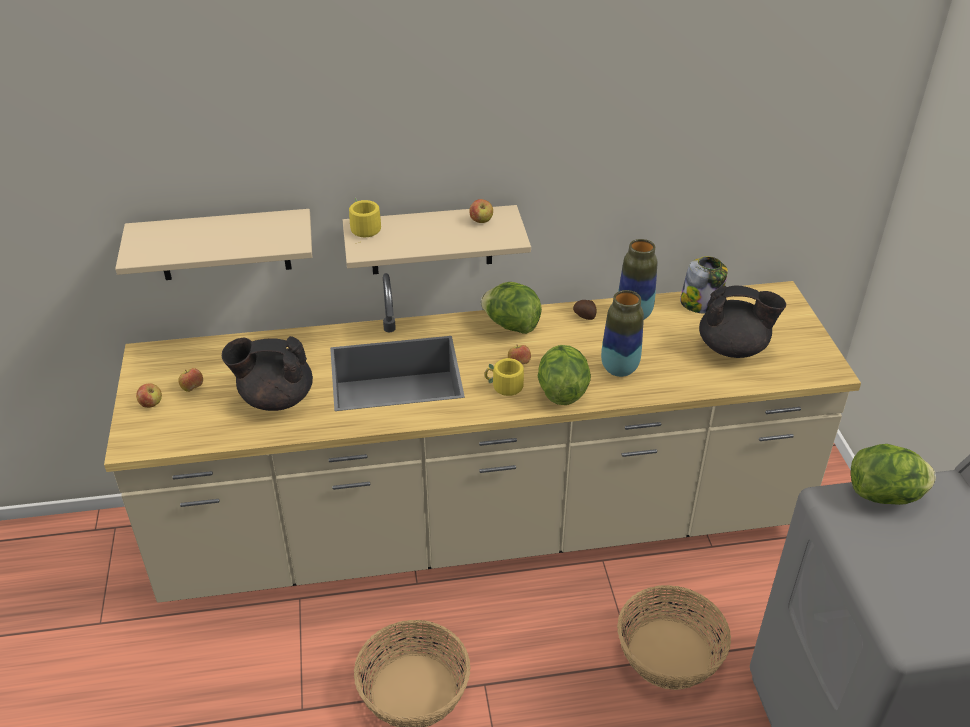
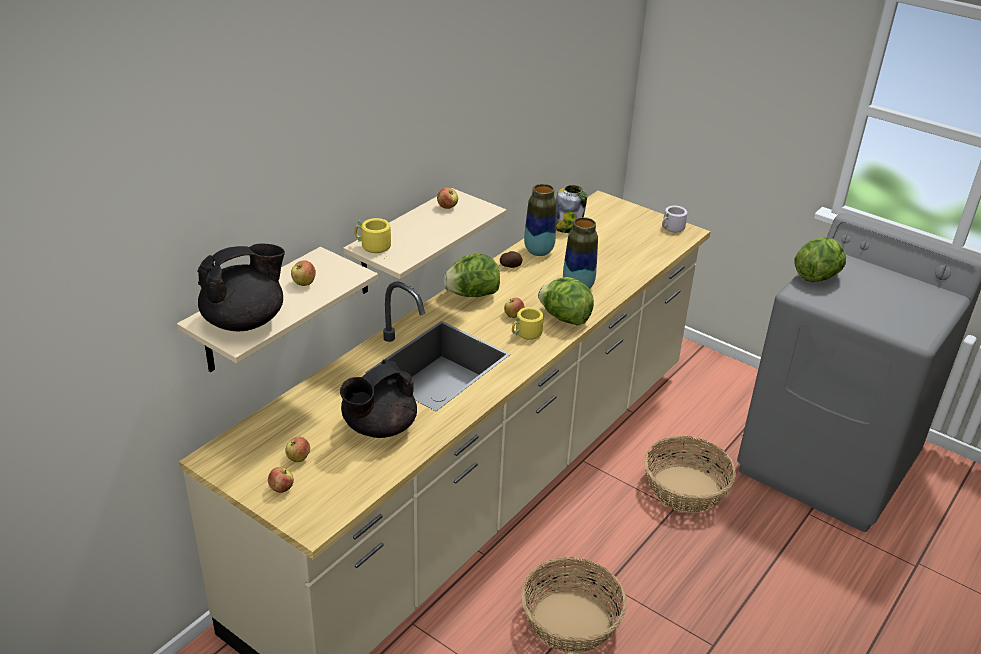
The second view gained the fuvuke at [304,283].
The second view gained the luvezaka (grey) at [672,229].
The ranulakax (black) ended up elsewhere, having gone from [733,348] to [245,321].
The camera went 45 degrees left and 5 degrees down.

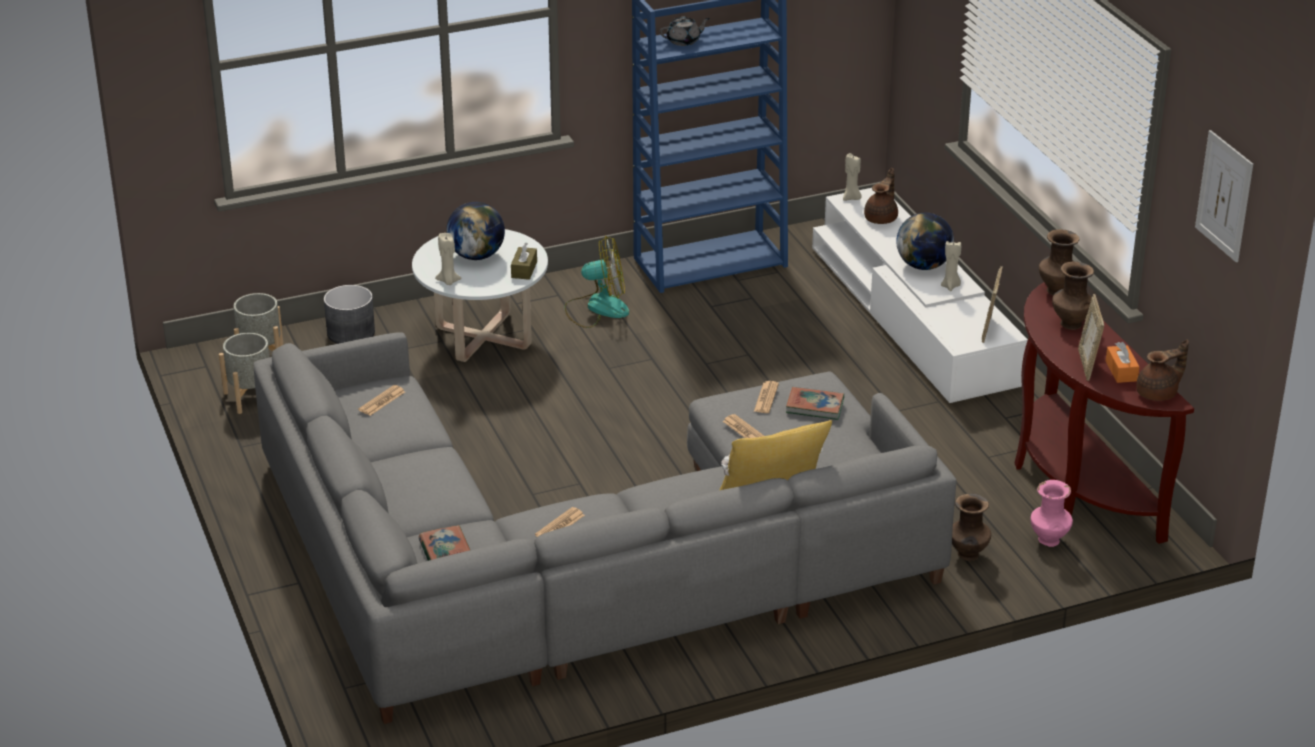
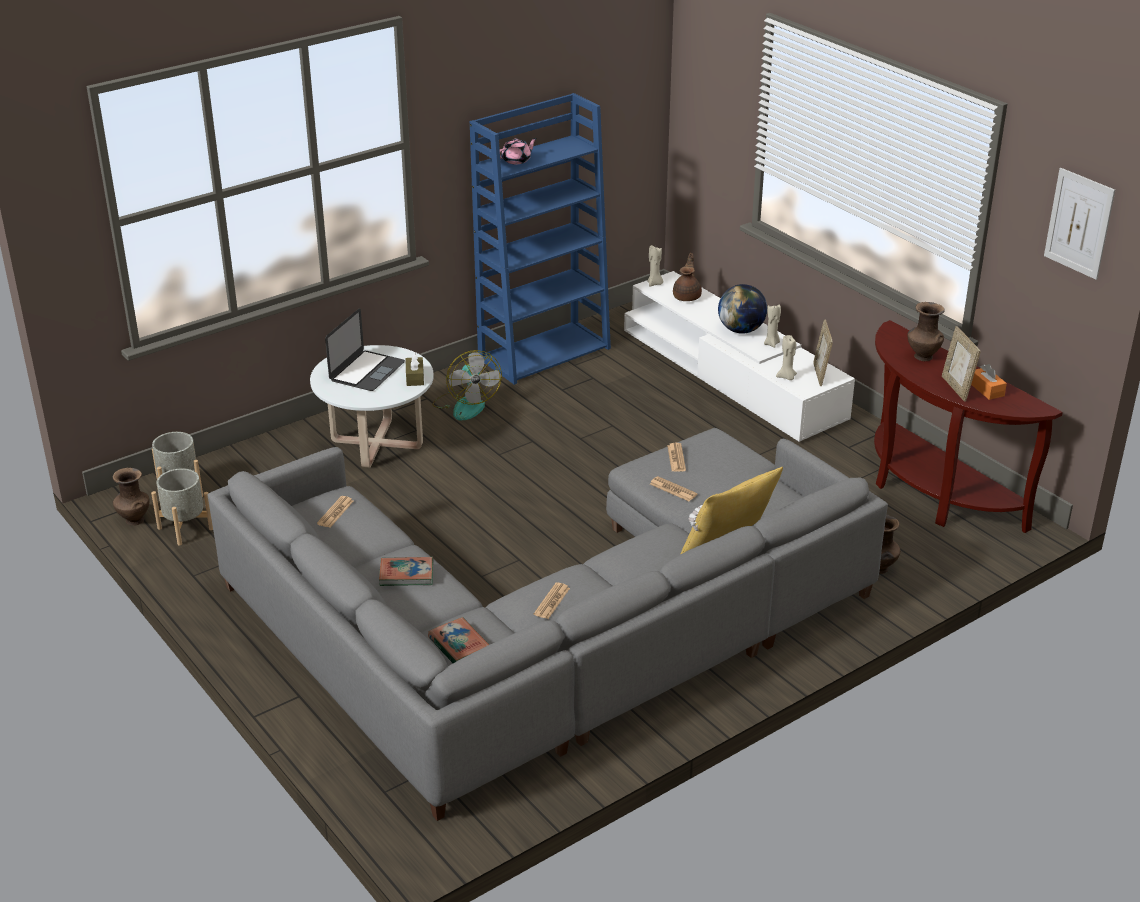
The second view lost the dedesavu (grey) at [351,332].
The second view lost the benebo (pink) at [1049,541].
The second view lost the ranulakax (brown) at [1158,393].
The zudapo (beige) ended up elsewhere, having gone from [448,281] to [786,377].
The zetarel ended up elsewhere, having gone from [814,407] to [406,574].
The benebo (brown) ended up elsewhere, having gone from [1056,290] to [134,520].
Where the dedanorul stood at [476,256], the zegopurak came to stand at [367,371].
What was the ranulakax (grey) at [684,41] turned into the ranulakax (pink) at [517,160].
The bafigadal at [597,308] ended up facing another way, 90 degrees clockwise from before.
The camera went 15 degrees left and 0 degrees up.

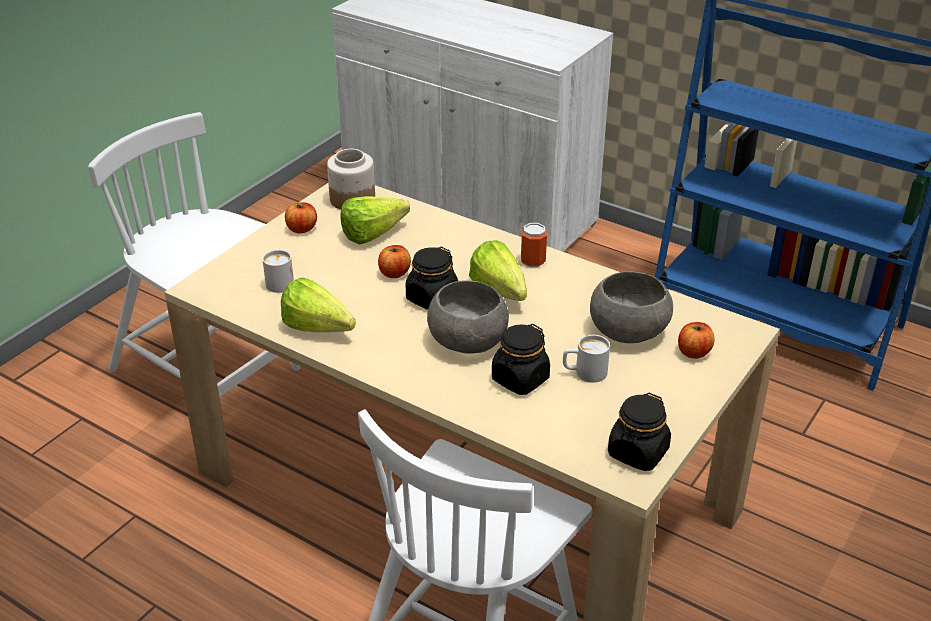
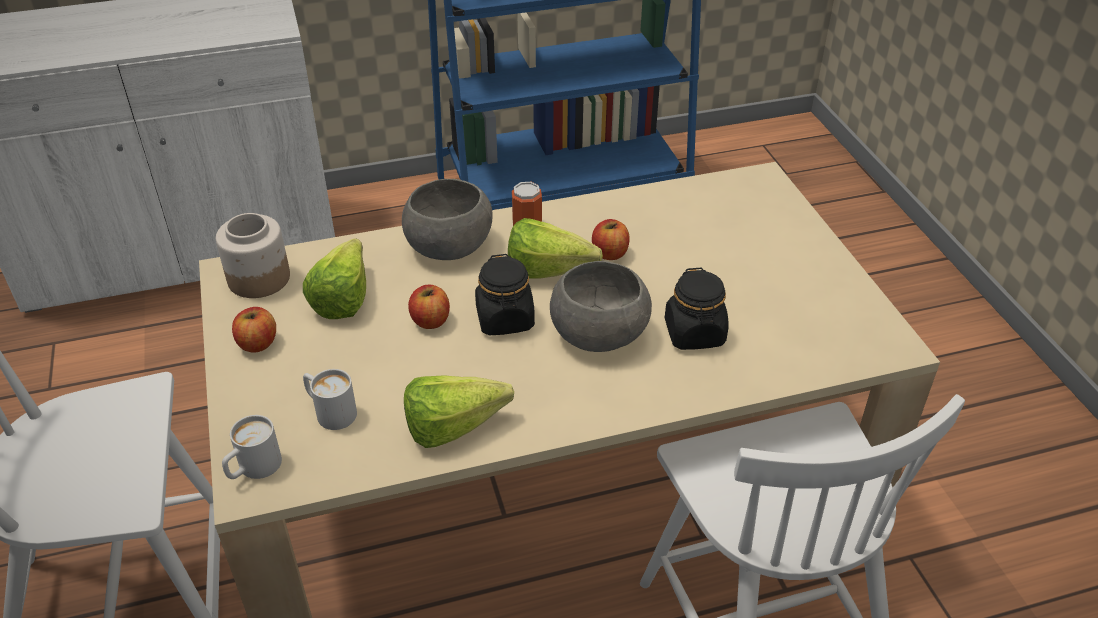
The second view lost the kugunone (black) at [638,453].
The luvezaka (white) ended up elsewhere, having gone from [584,373] to [253,469].
The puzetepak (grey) ended up elsewhere, having gone from [629,330] to [449,244].
The fuvuke ended up elsewhere, having gone from [693,352] to [609,253].
The camera went 50 degrees left and 5 degrees up.

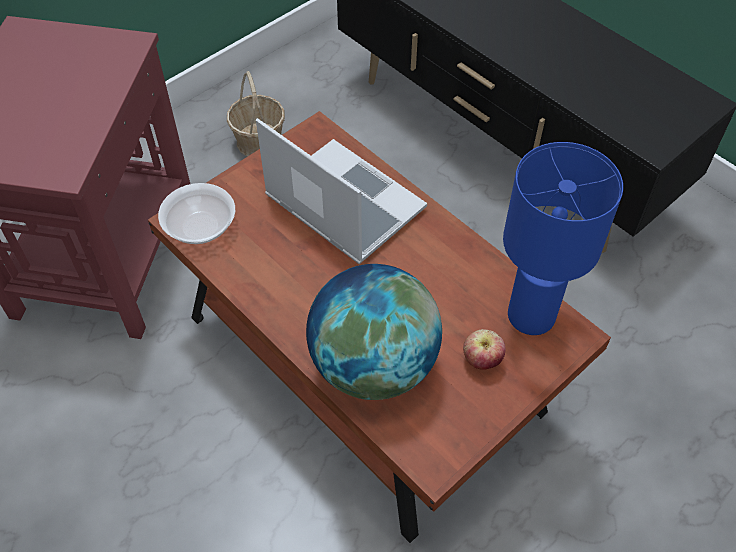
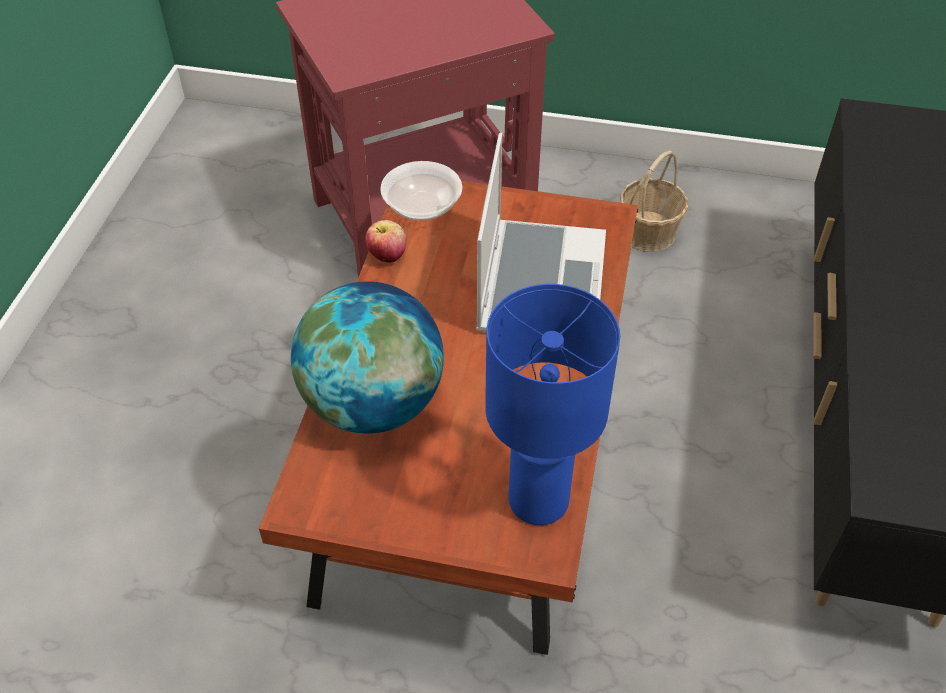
The fuvuke ended up elsewhere, having gone from [481,360] to [387,256].
The camera went 55 degrees right and 5 degrees down.

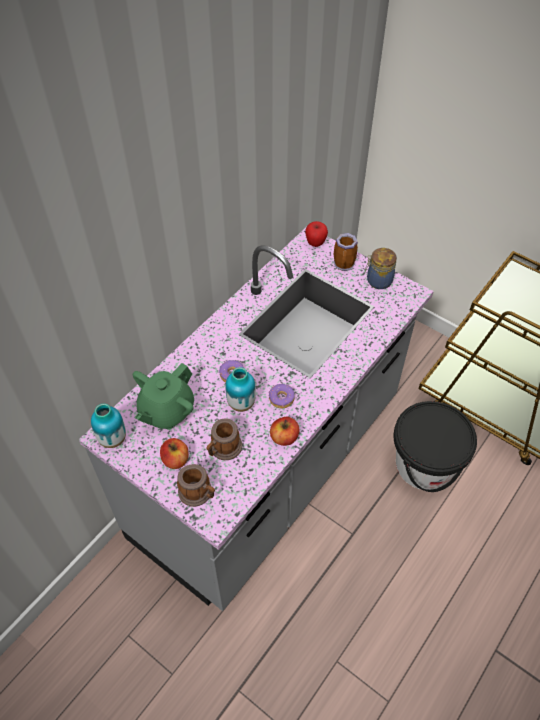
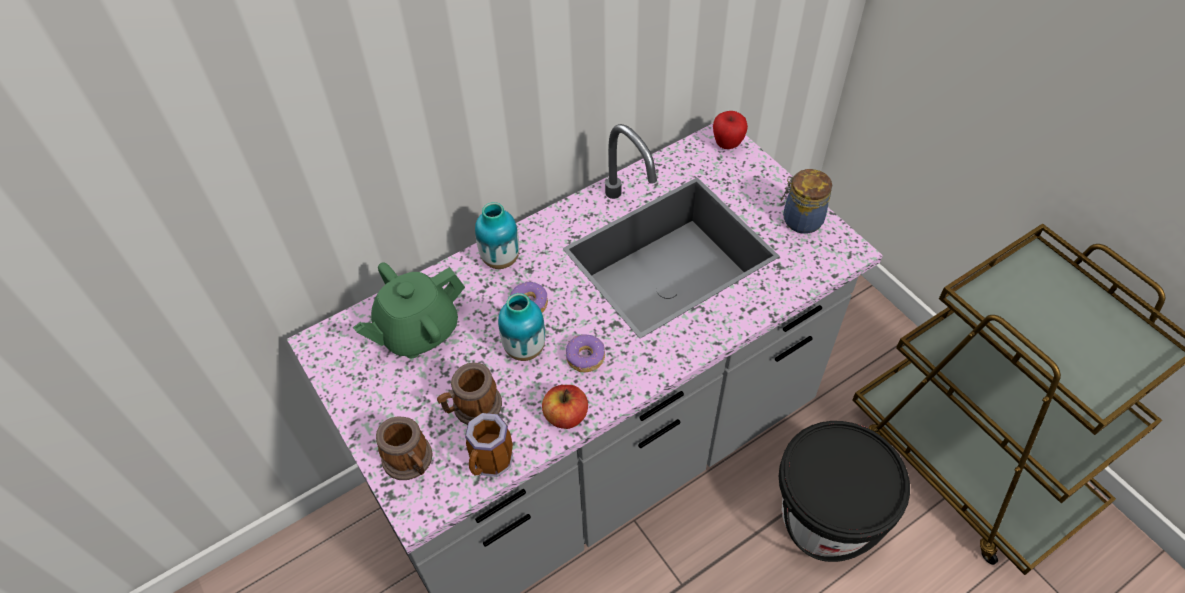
The second view lost the fuvuke at [175,460].
The benebo ended up elsewhere, having gone from [113,439] to [501,259].
The luvezaka ended up elsewhere, having gone from [344,265] to [492,464].
The camera went 20 degrees right and 0 degrees up.

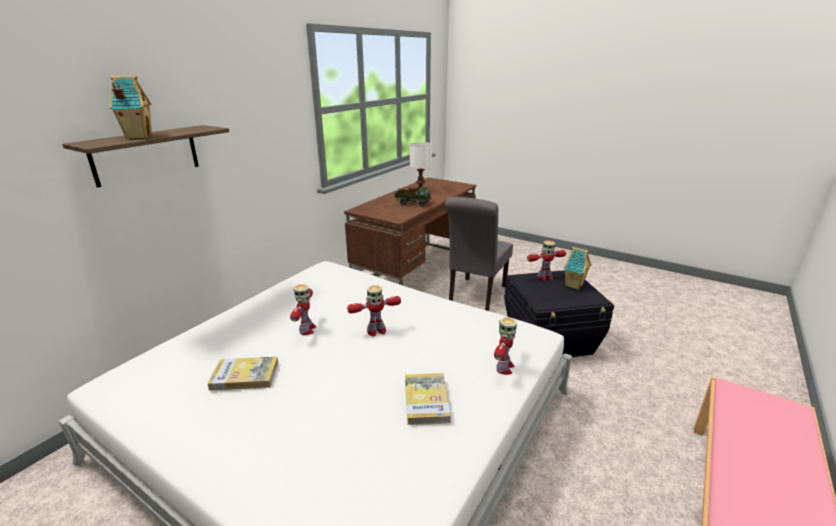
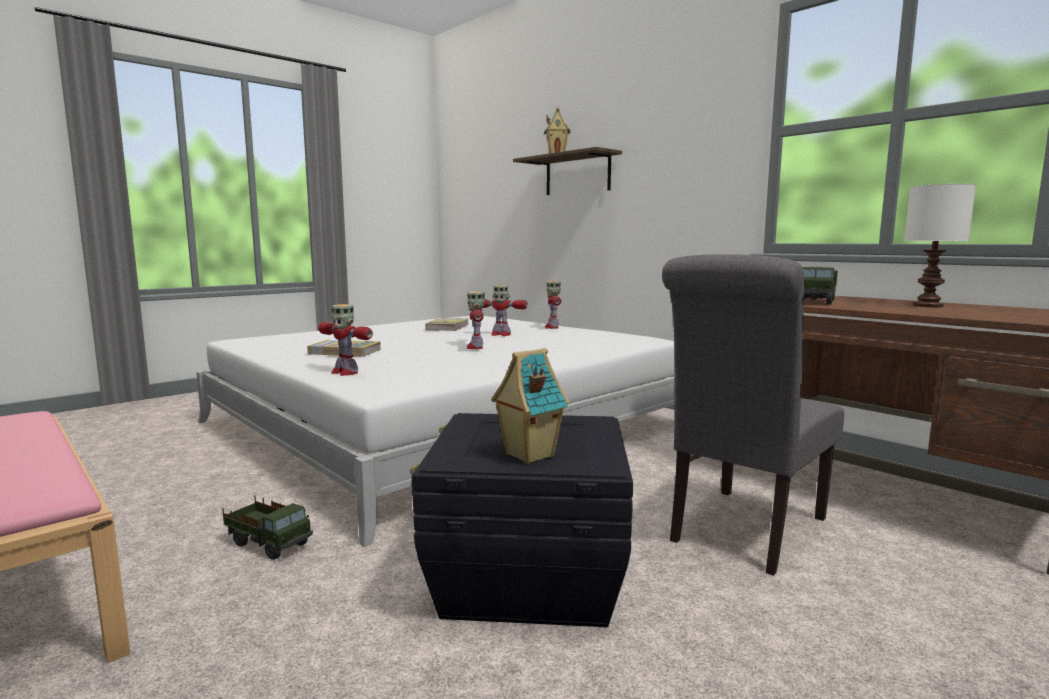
The second view gained the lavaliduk at [269,544].
The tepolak ended up elsewhere, having gone from [544,277] to [552,327].
The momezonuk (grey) at [475,296] ended up facing another way, 90 degrees counterclockwise from before.
The camera went 105 degrees right and 15 degrees down.

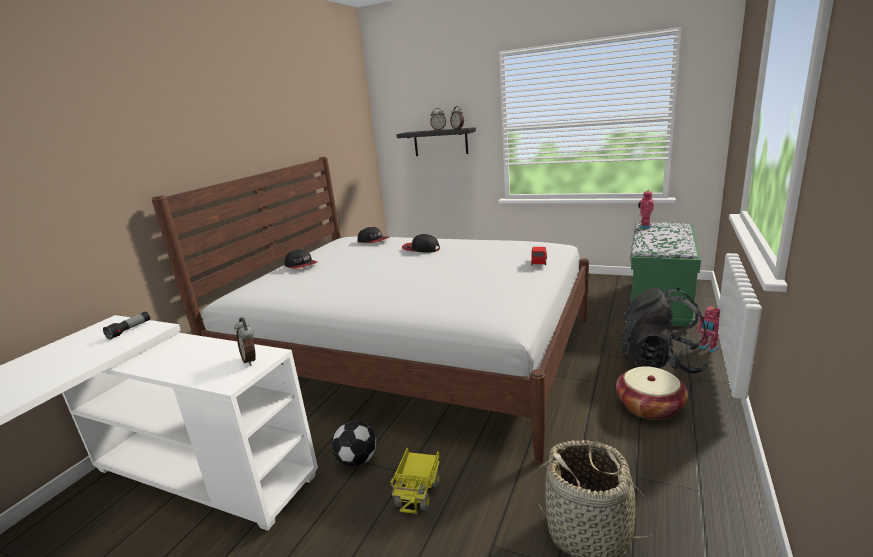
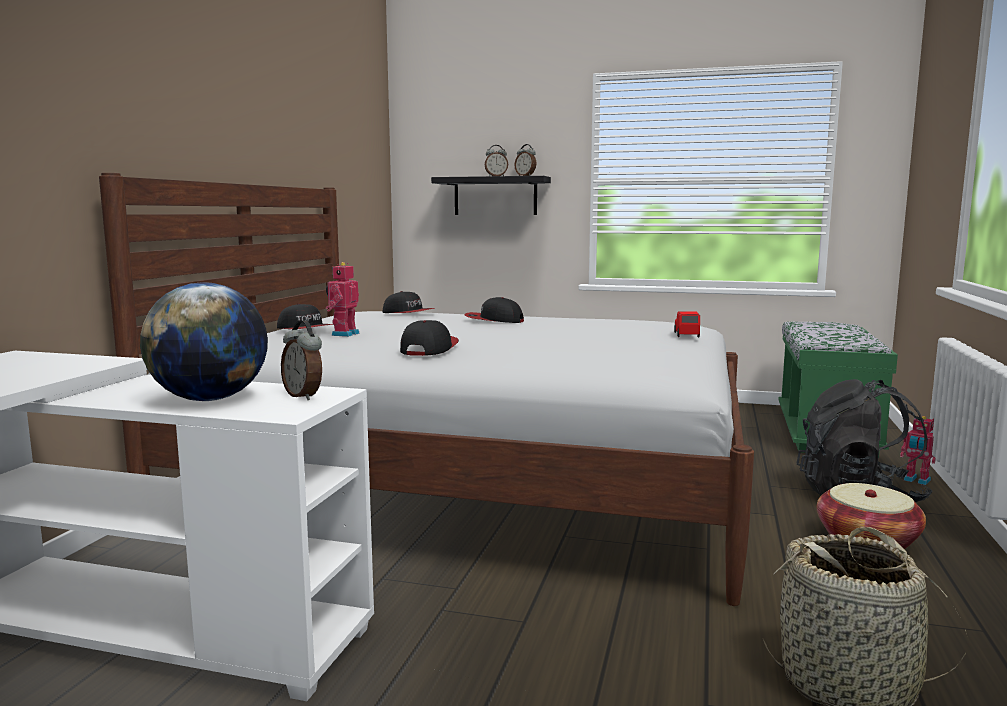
The second view lost the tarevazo at [130,330].
The second view lost the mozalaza at [357,460].
The second view lost the lavaliduk at [418,491].
The second view gained the dedanorul at [210,399].
The second view gained the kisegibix at [428,348].
The tepolak ended up elsewhere, having gone from [644,226] to [343,334].
The camera went 10 degrees left and 10 degrees down.

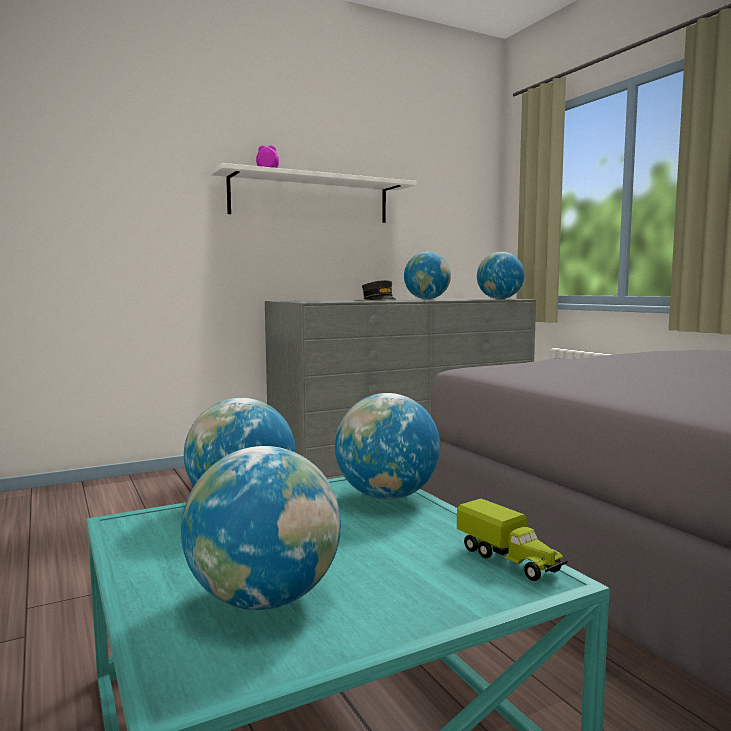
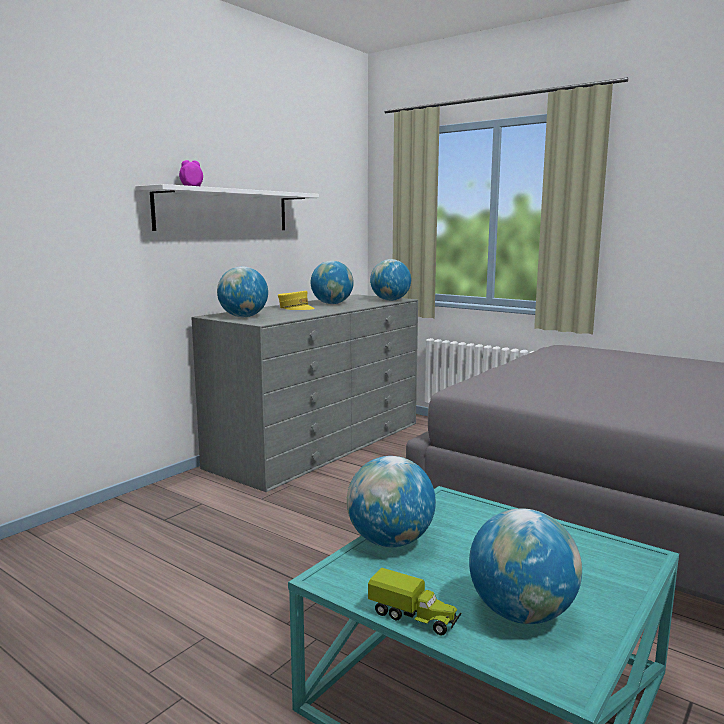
The dedanorul ended up elsewhere, having gone from [387,497] to [243,317].
The lavaliduk ended up elsewhere, having gone from [509,560] to [414,617].
What was the kisegibix (grey) at [379,299] turned into the kisegibix (yellow) at [296,308].
The camera went 25 degrees left and 5 degrees up.

